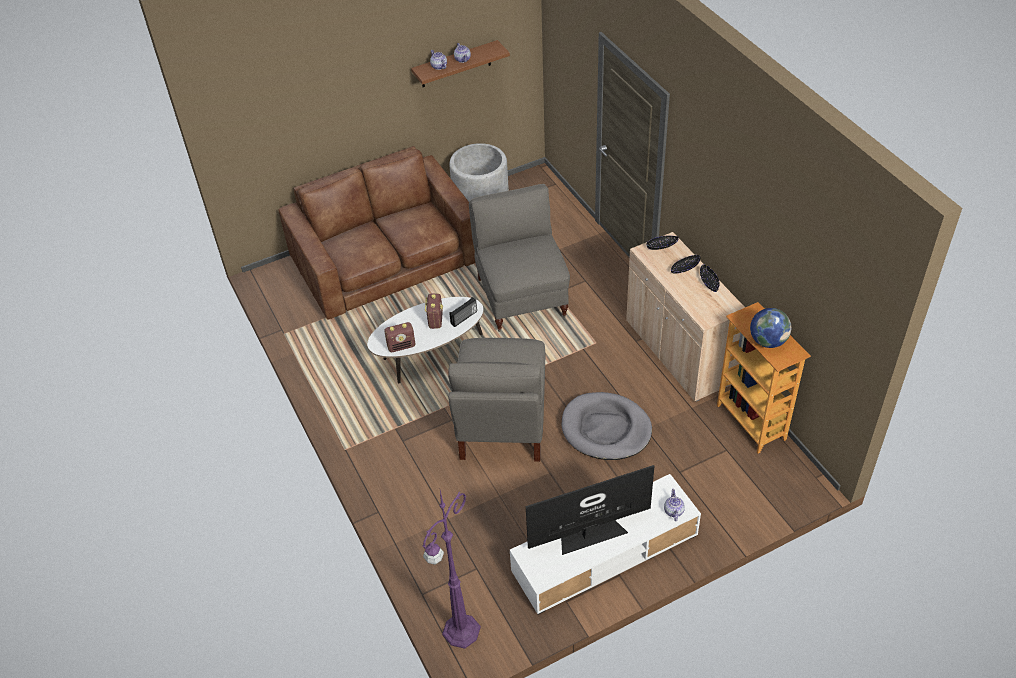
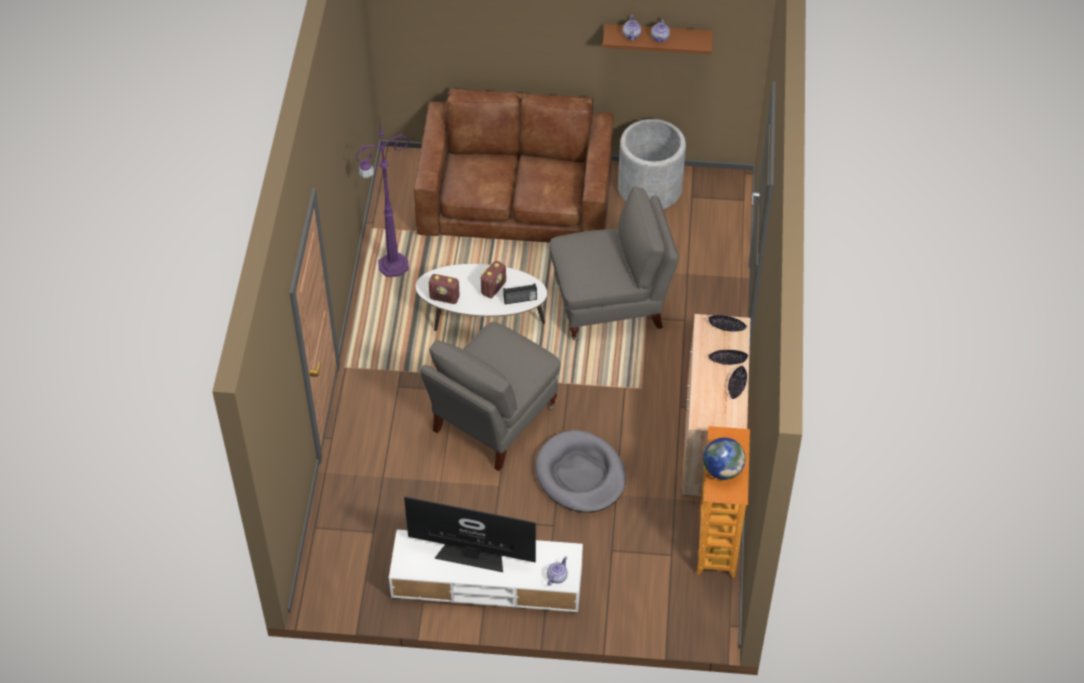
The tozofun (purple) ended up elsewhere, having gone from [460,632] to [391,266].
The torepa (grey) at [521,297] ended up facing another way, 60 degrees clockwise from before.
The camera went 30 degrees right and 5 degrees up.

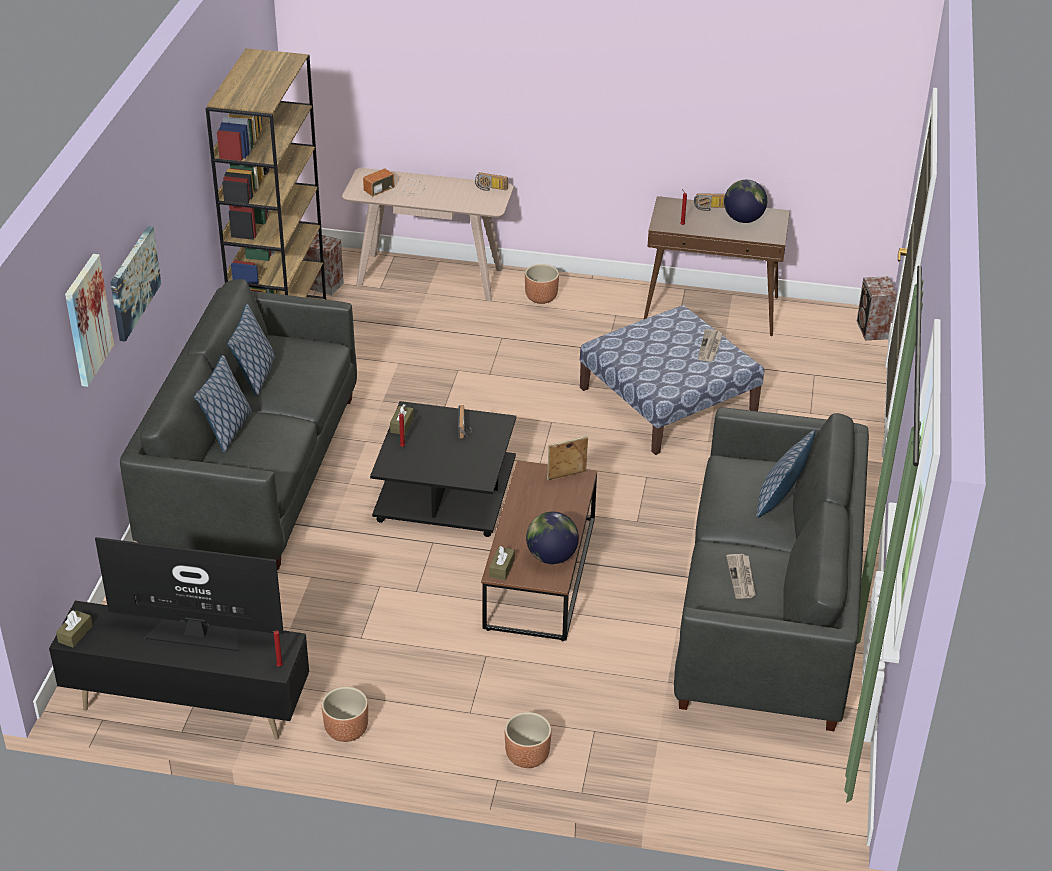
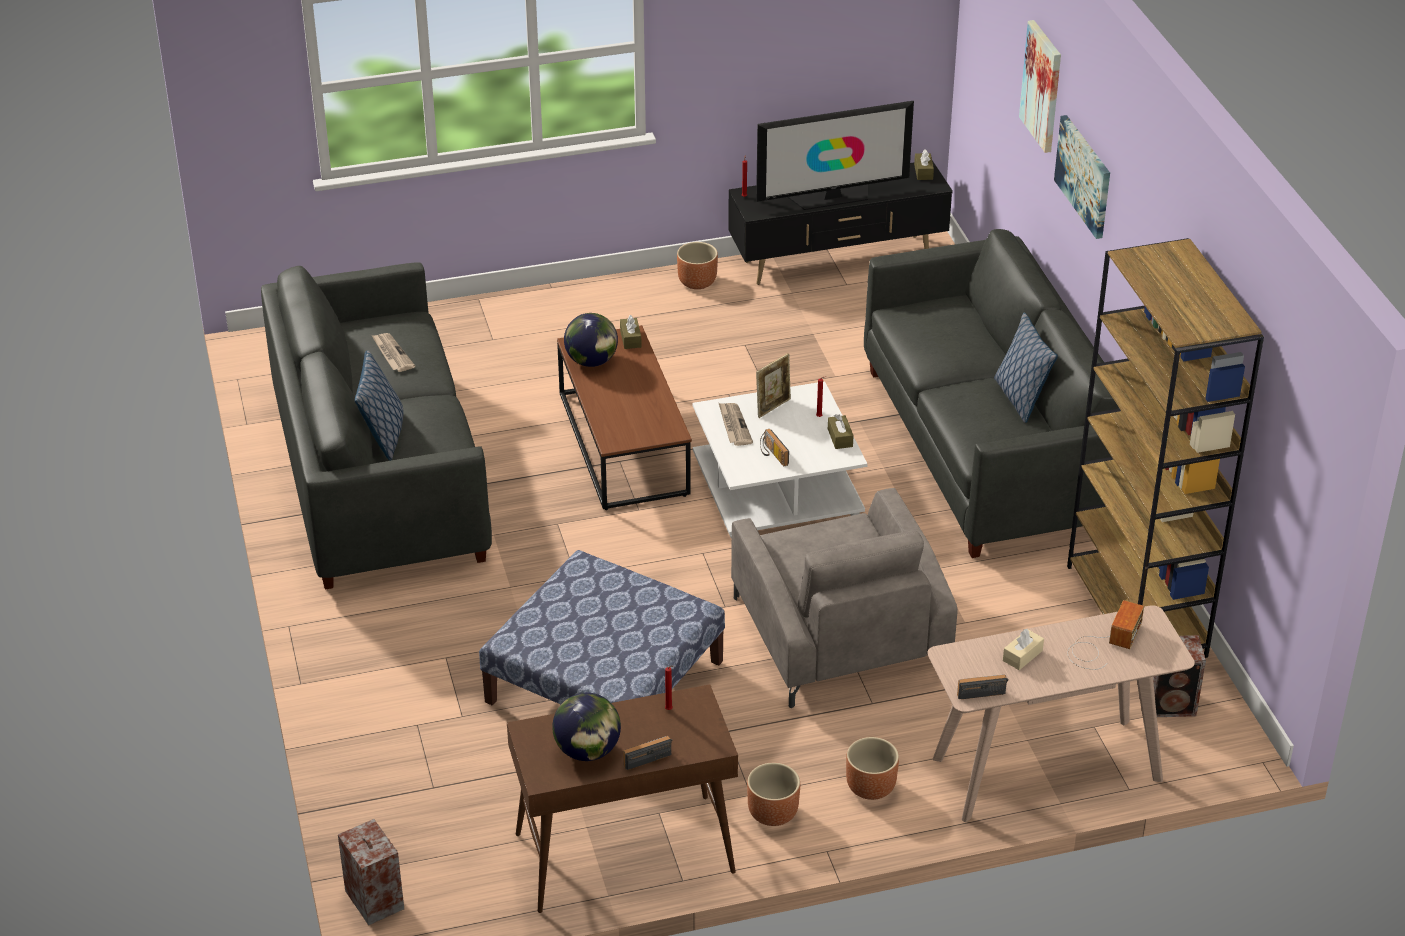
The second view lost the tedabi at [227,430].
The second view gained the torepa (grey) at [839,632].
The second view gained the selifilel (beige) at [1022,655].
The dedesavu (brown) ended up elsewhere, having gone from [527,757] to [773,813].
The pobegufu ended up elsewhere, having gone from [566,477] to [773,407].
The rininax ended up elsewhere, having gone from [710,347] to [734,425].
What was the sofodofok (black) at [444,492] turned into the sofodofok (white) at [779,490].
The camera went 155 degrees right and 0 degrees up.

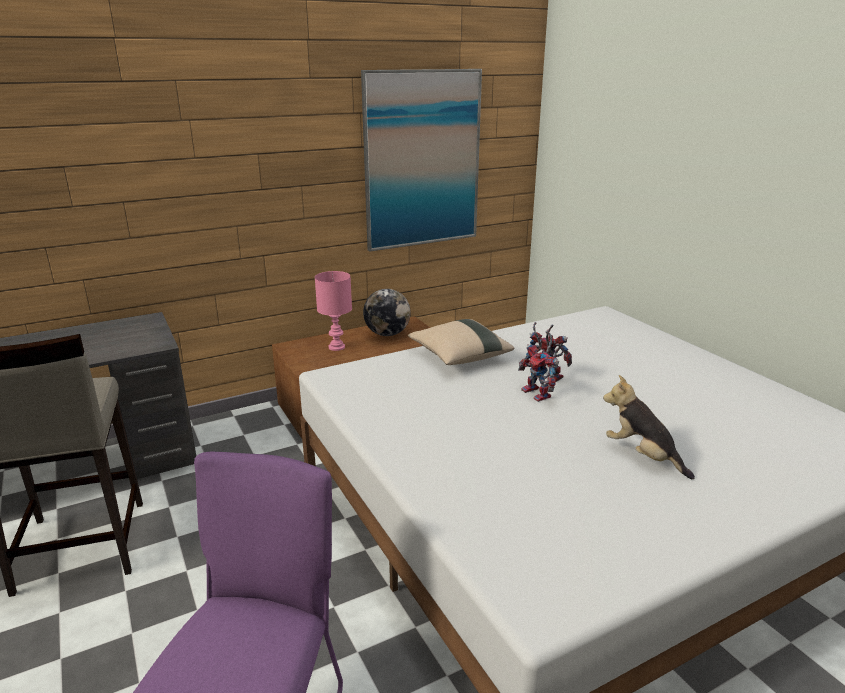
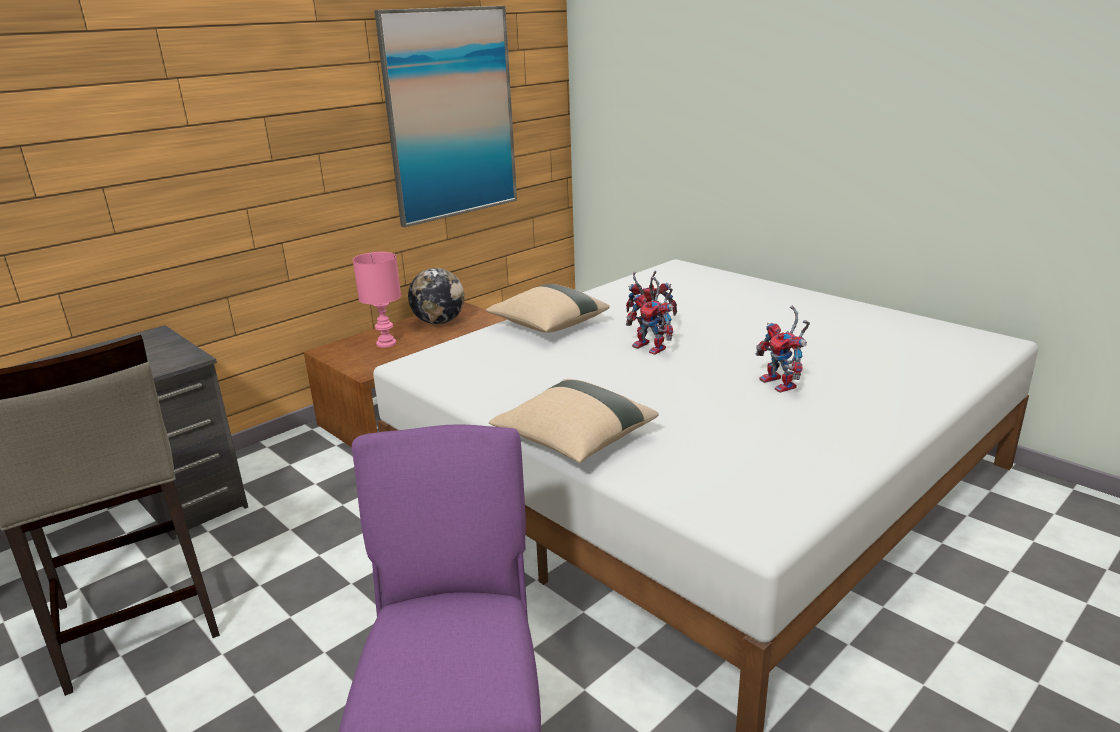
The second view gained the tedabi (beige) at [574,440].
Where the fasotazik stood at [642,456], the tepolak came to stand at [782,385].
The camera went 15 degrees left and 0 degrees up.

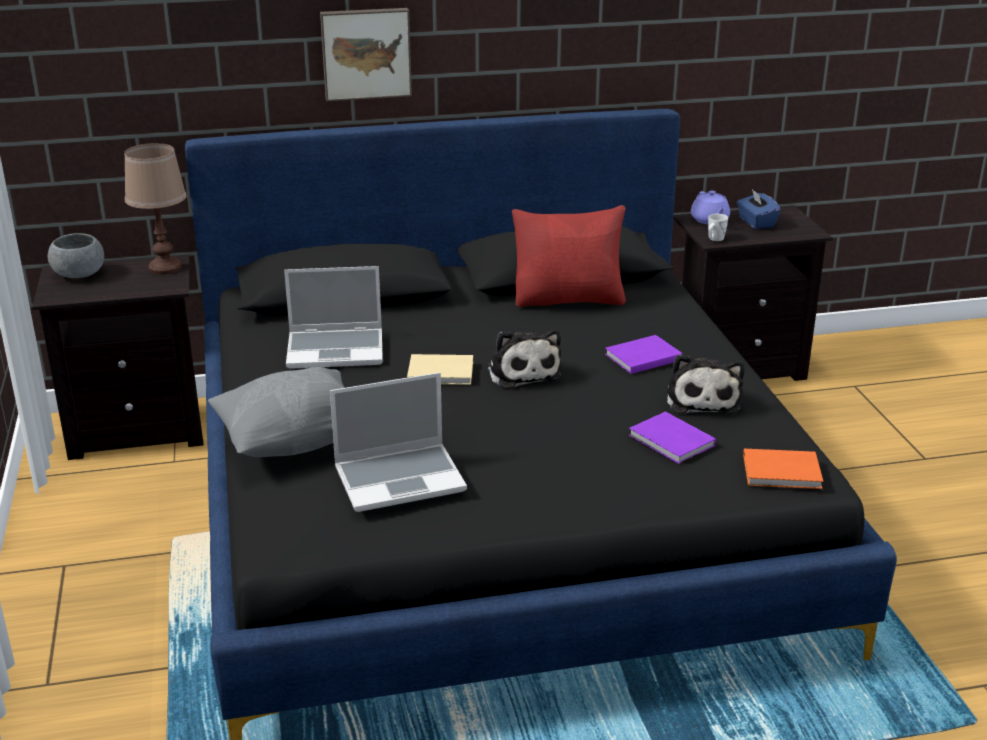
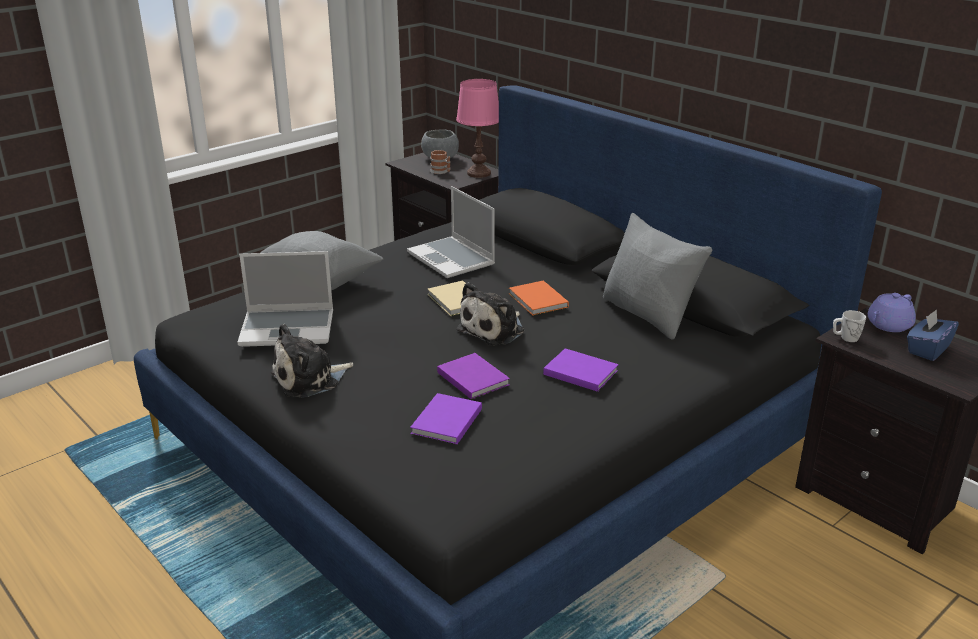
The second view lost the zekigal at [366,53].
The second view gained the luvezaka at [441,172].
The second view gained the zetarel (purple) at [473,377].
The fasotazik ended up elsewhere, having gone from [702,399] to [309,379].
The zetarel (orange) ended up elsewhere, having gone from [784,473] to [538,301].
What was the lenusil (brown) at [164,268] turned into the lenusil (pink) at [478,173].
What was the tedabi (red) at [569,299] turned into the tedabi (grey) at [648,315].
The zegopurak at [401,478] ended up facing another way, 45 degrees counterclockwise from before.
The camera went 60 degrees right and 0 degrees up.

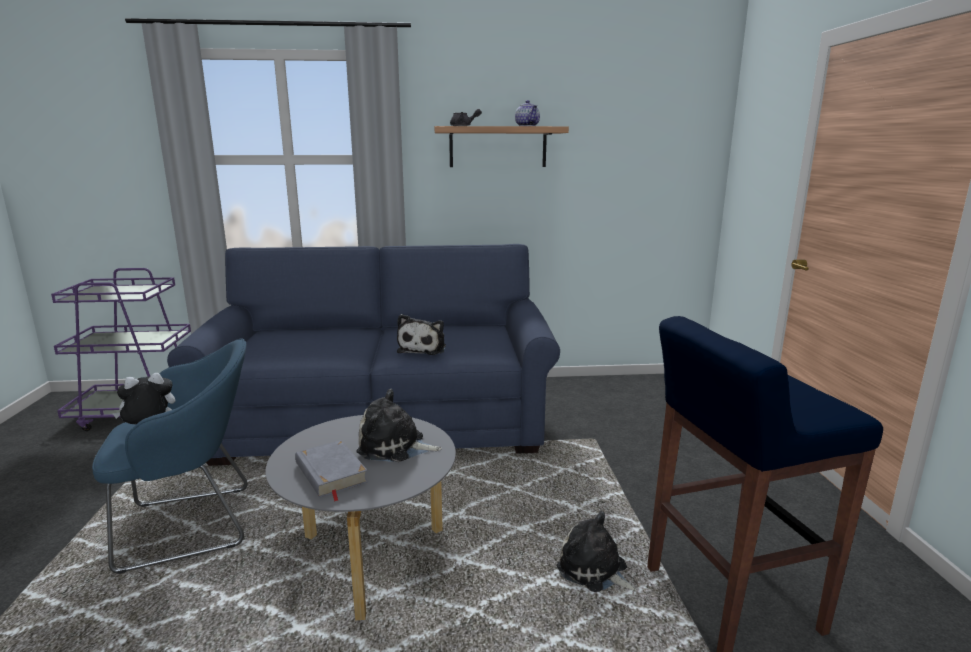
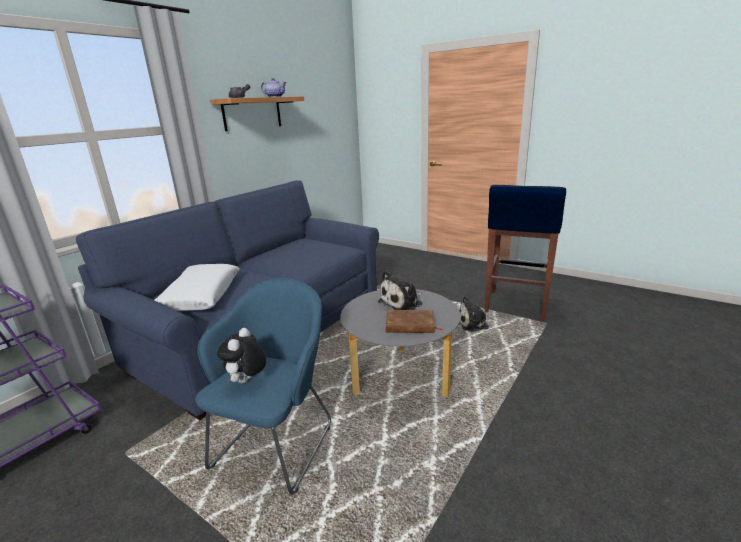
The second view lost the fasotazik at [423,348].
The second view gained the tedabi (white) at [201,296].
What was the zetarel (grey) at [330,473] turned into the zetarel (brown) at [410,325].
The camera went 50 degrees left and 5 degrees up.

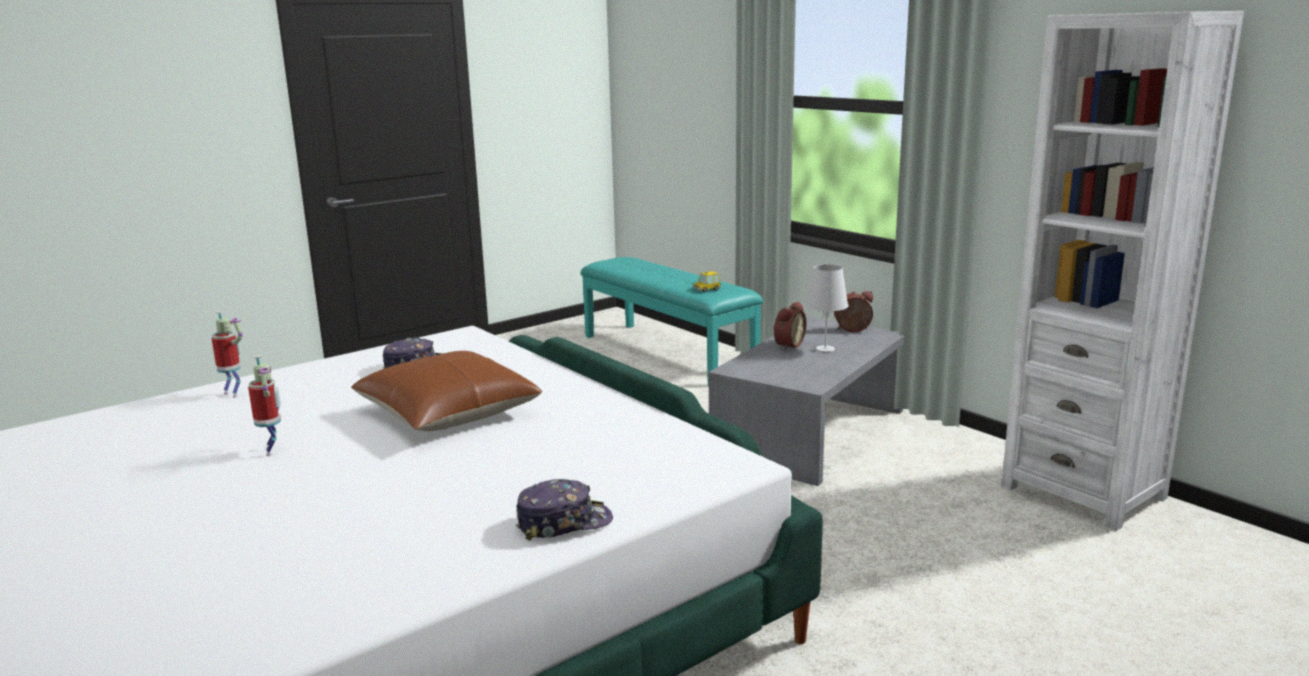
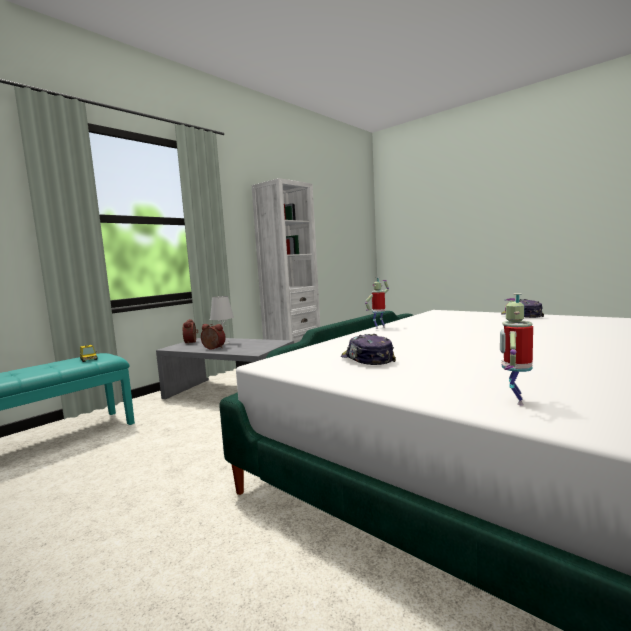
The second view lost the tedabi (brown) at [448,413].
The tepolak ended up elsewhere, having gone from [273,451] to [379,327].
The camera went 100 degrees left and 10 degrees down.

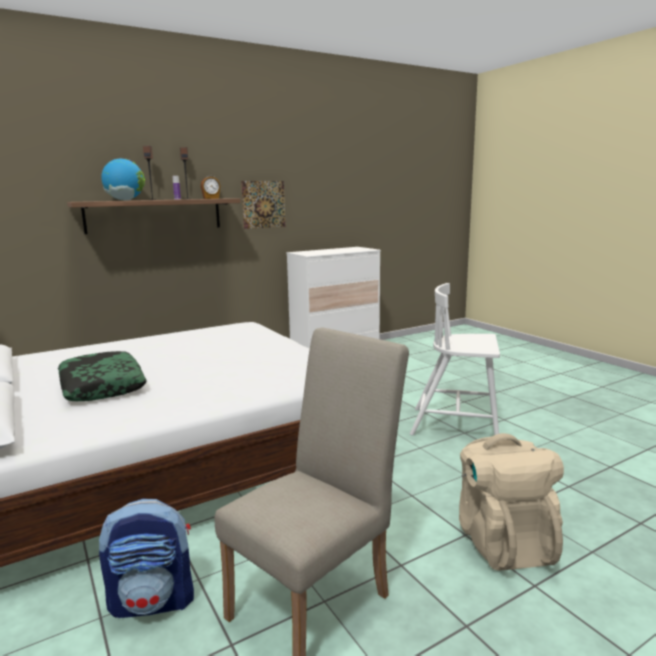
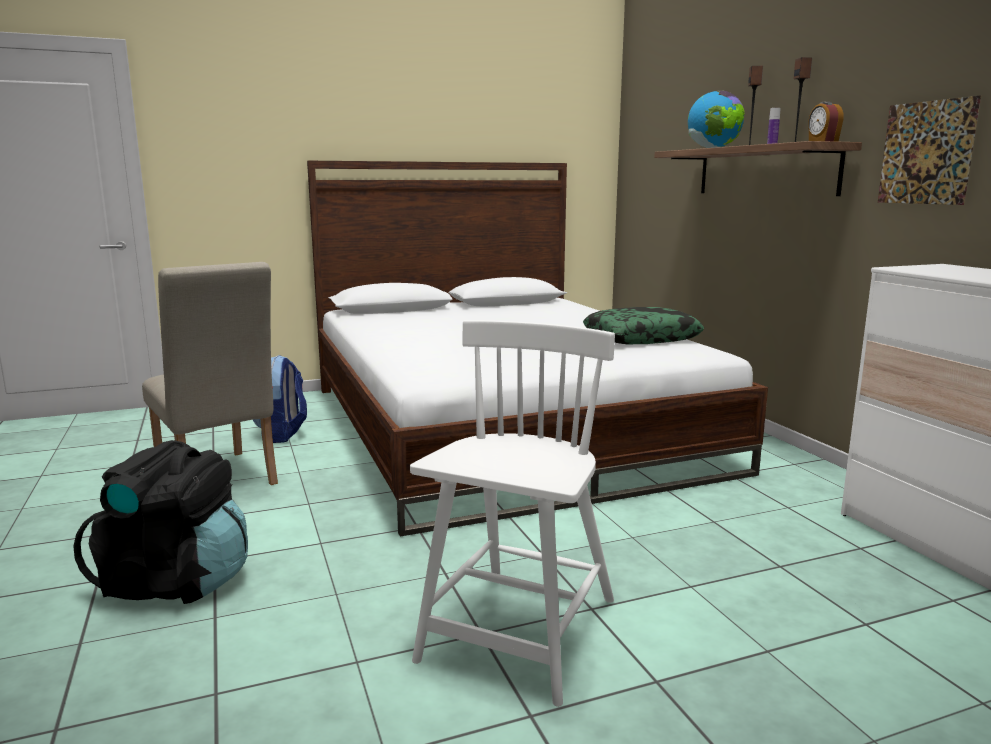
The tedabi ended up elsewhere, having gone from [101,386] to [641,338].
What was the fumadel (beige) at [503,541] turned into the fumadel (black) at [176,582].
The camera went 100 degrees right and 0 degrees up.

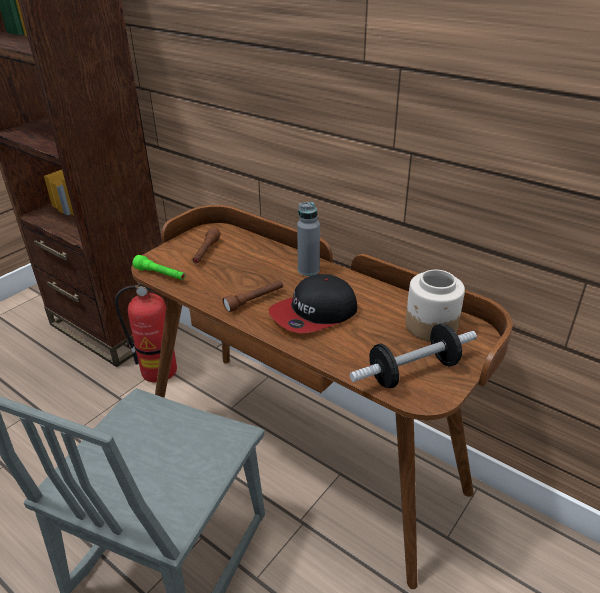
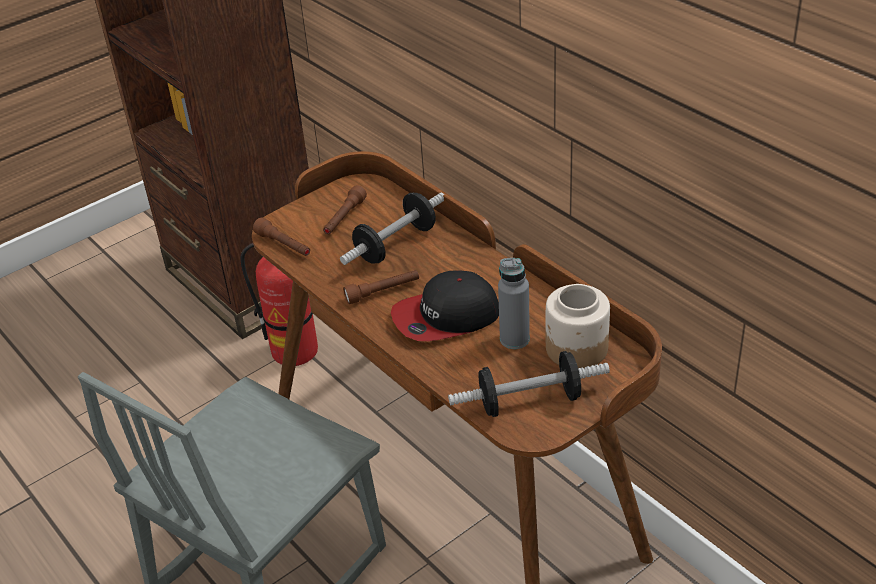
The second view gained the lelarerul at [396,244].
The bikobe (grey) ended up elsewhere, having gone from [308,270] to [514,339].
What was the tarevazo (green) at [160,275] turned into the tarevazo (brown) at [284,245].
The camera went 15 degrees right and 5 degrees up.

